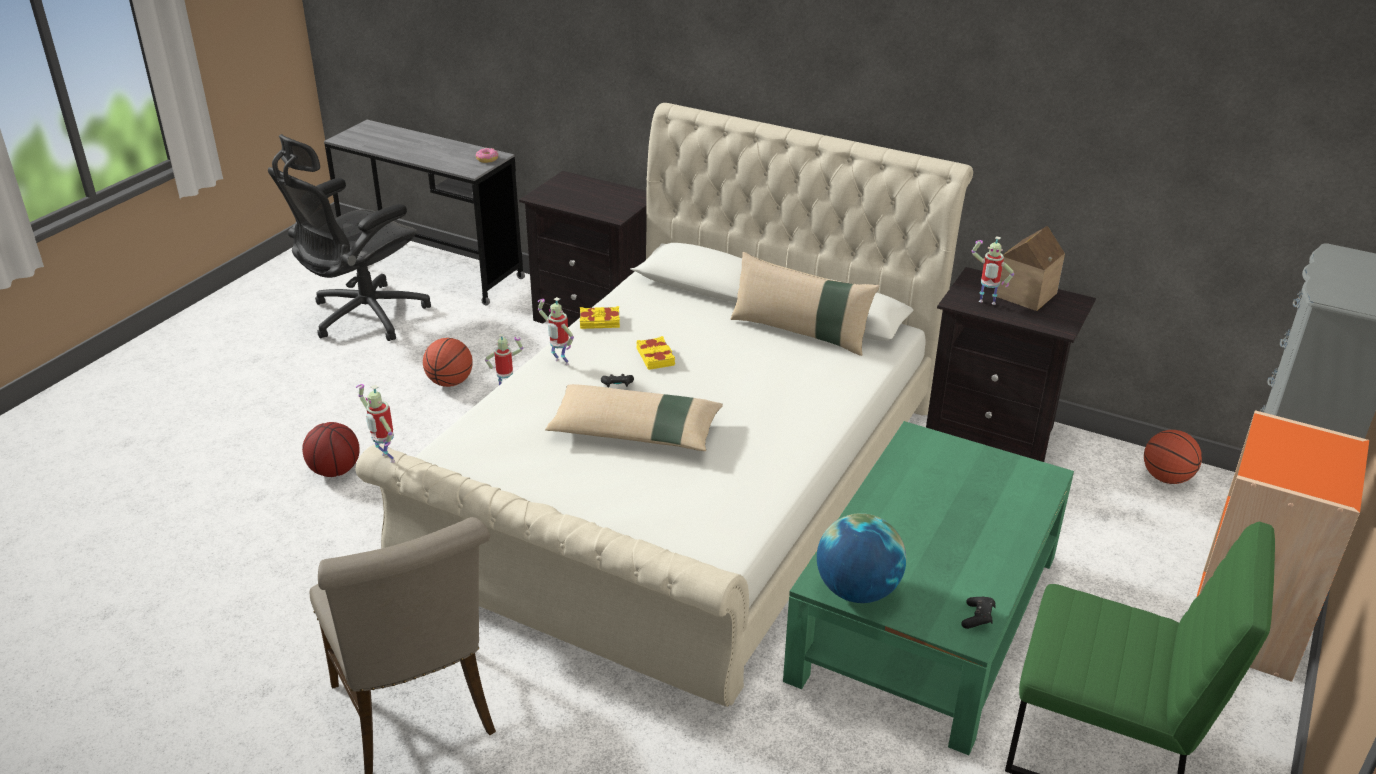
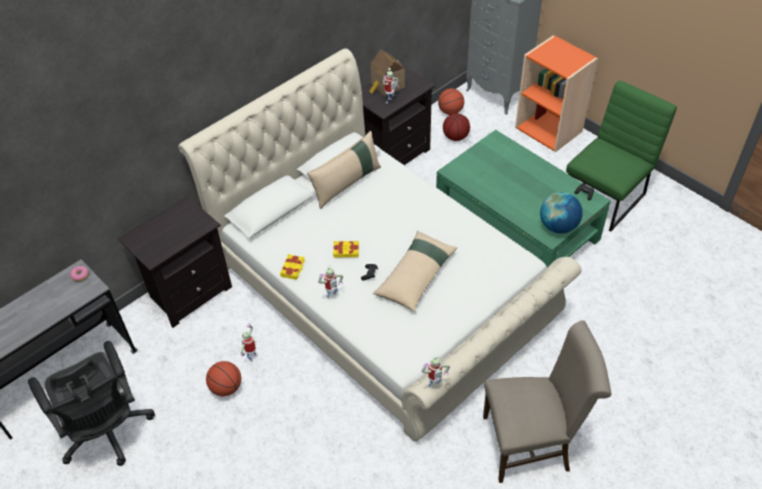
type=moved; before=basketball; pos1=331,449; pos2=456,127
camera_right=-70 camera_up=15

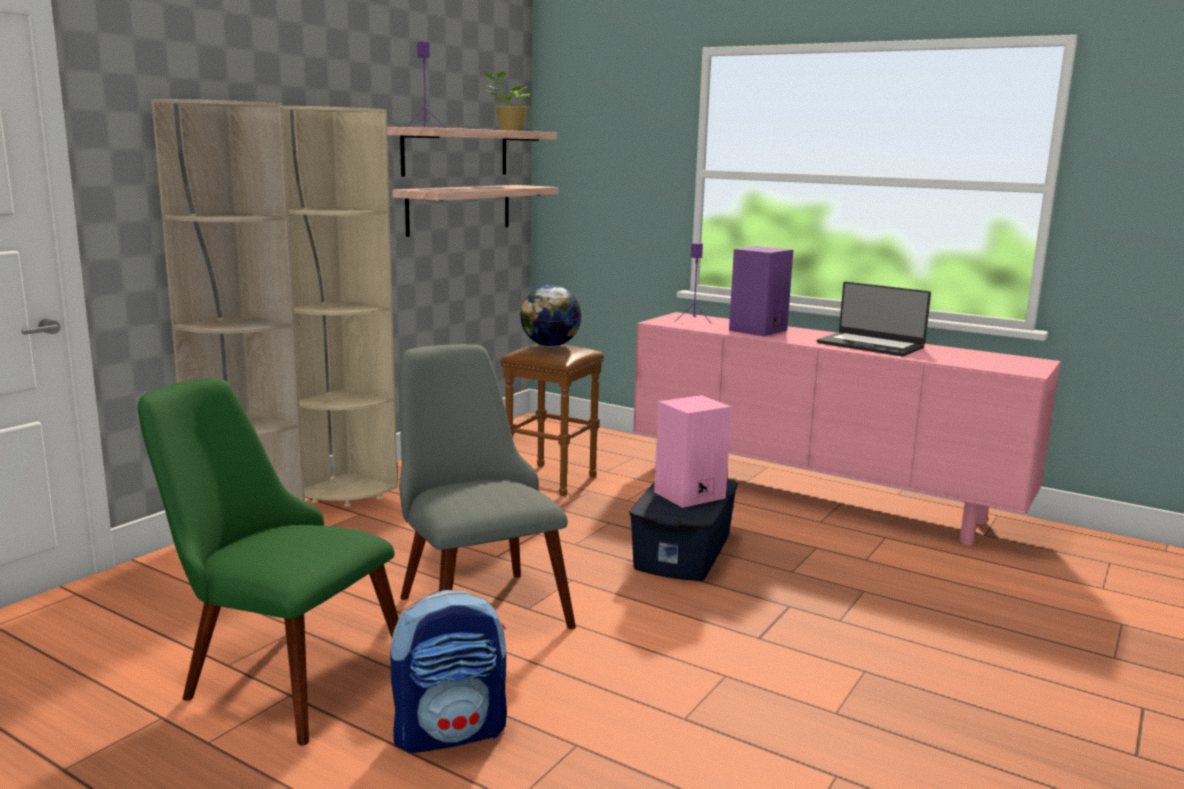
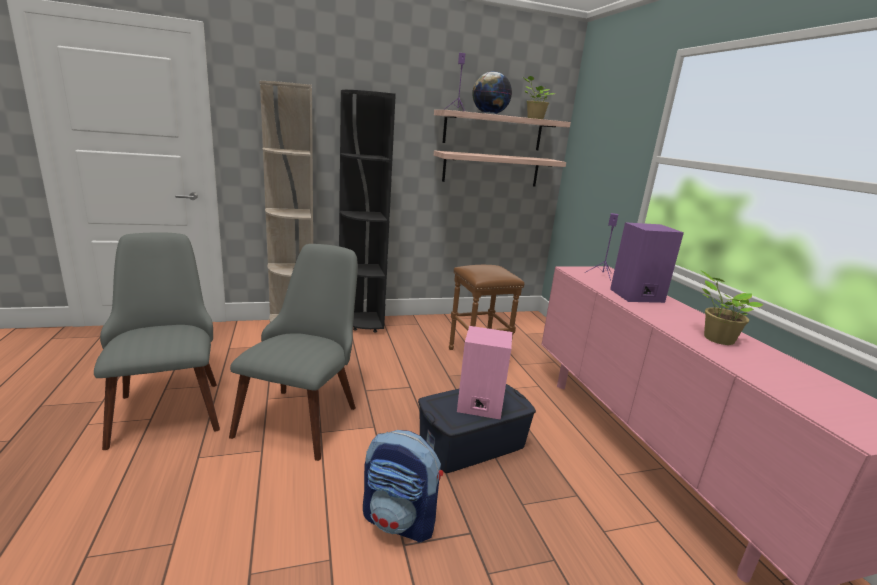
type=recoloured; before=bookcase in beige; after=bookcase in black; pos1=340,306; pos2=367,211
type=replaced; before=laptop; after=potted plant; pos1=874,319; pos2=732,307
type=moved; before=globe; pos1=551,316; pos2=492,93
type=recoloured; before=chair in green; after=chair in grey; pos1=268,562; pos2=157,341
type=moved; before=backpack; pos1=448,671; pos2=403,486
camera_right=40 camera_up=5

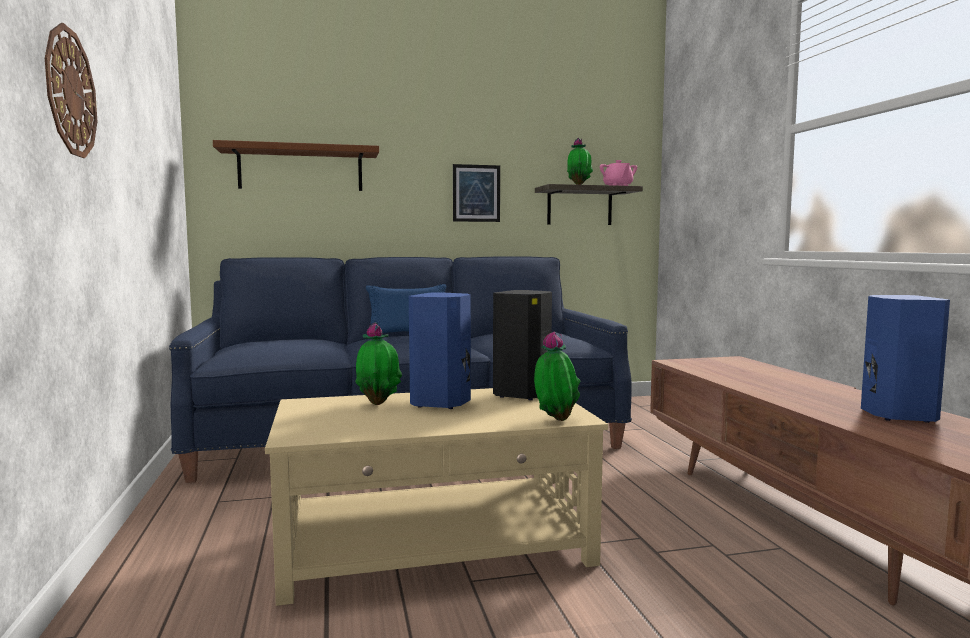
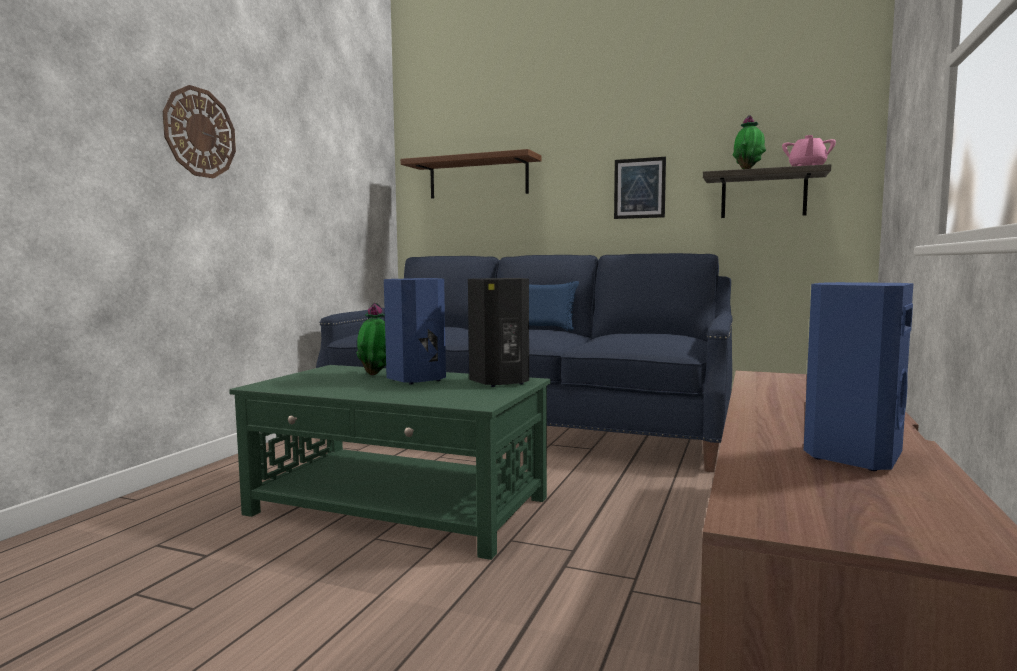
type=removed; before=potted plant; pos1=557,376
type=recoloured; before=coffee table in beige; after=coffee table in green; pos1=436,497; pos2=390,462
camera_right=35 camera_up=0

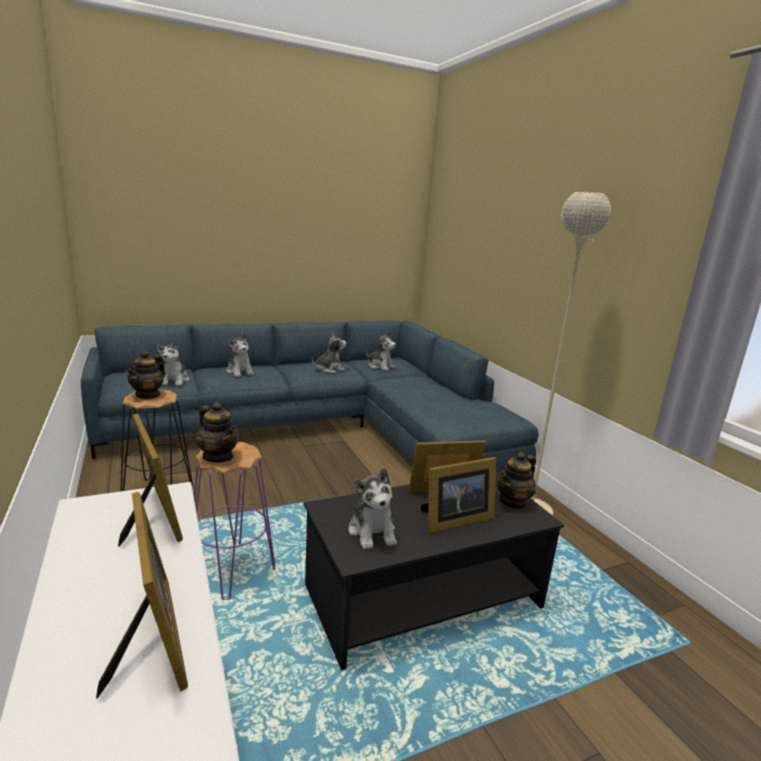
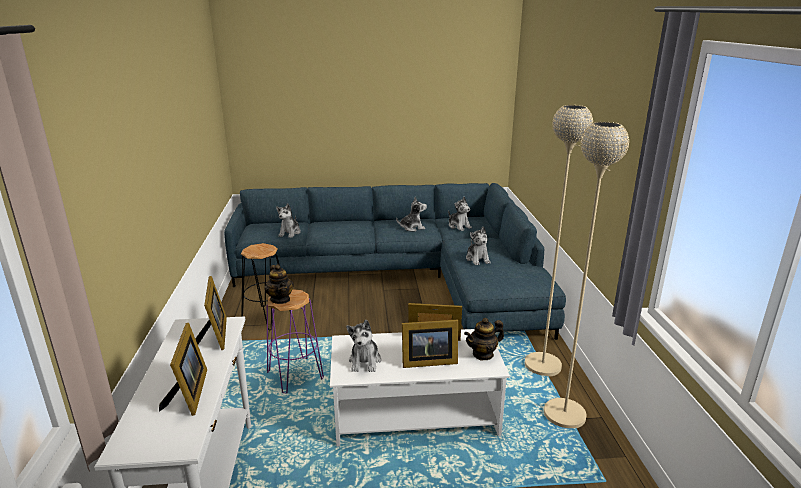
type=moved; before=plush toy; pos1=240,355; pos2=478,245
type=removed; before=teapot; pos1=145,375
type=recoloured; before=coffee table in black; after=coffee table in white; pos1=434,571; pos2=420,388
type=added; after=floor lamp in beige; pos2=586,274
camera_right=20 camera_up=5

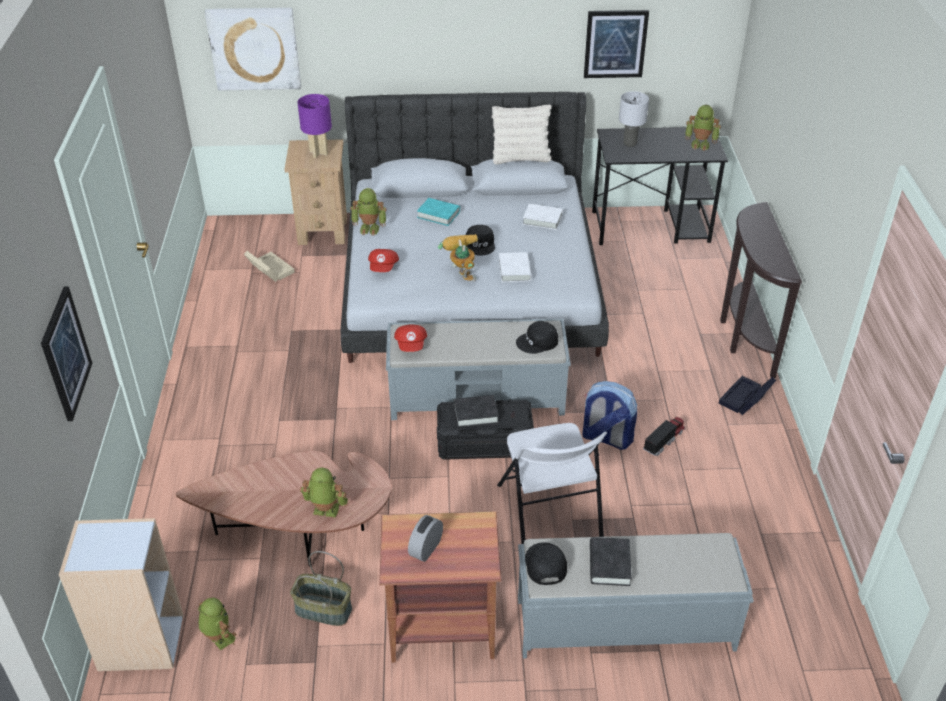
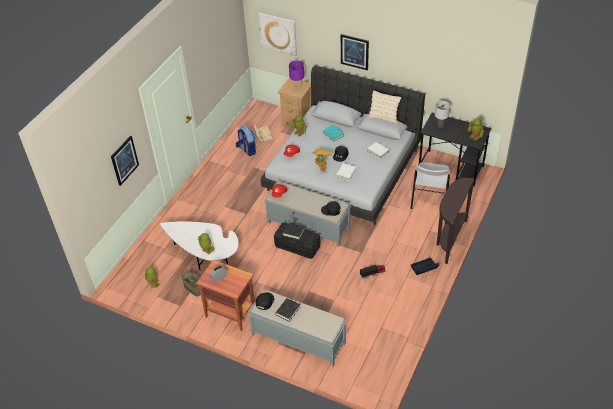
type=moved; before=picture; pos1=616,44; pos2=355,52
type=moved; before=backpack; pos1=609,415; pos2=246,141
type=moved; before=chair in white; pos1=552,483; pos2=430,185
type=recoloured; before=coffee table in brown; after=coffee table in white; pos1=283,509; pos2=199,245
type=removed; before=bookcase; pos1=121,594
camera_right=30 camera_up=5

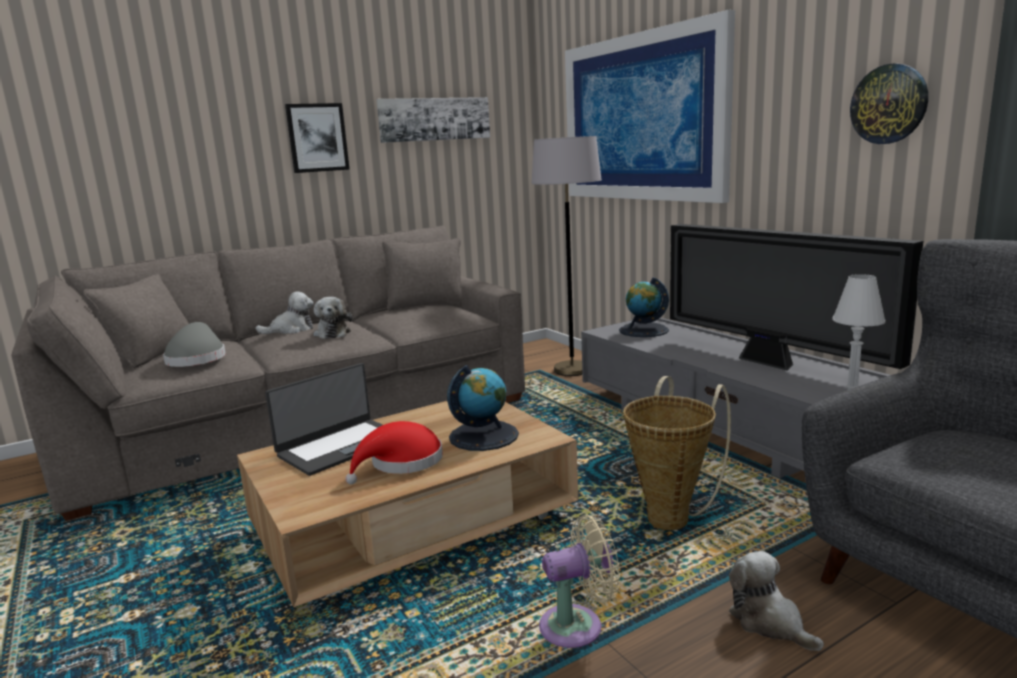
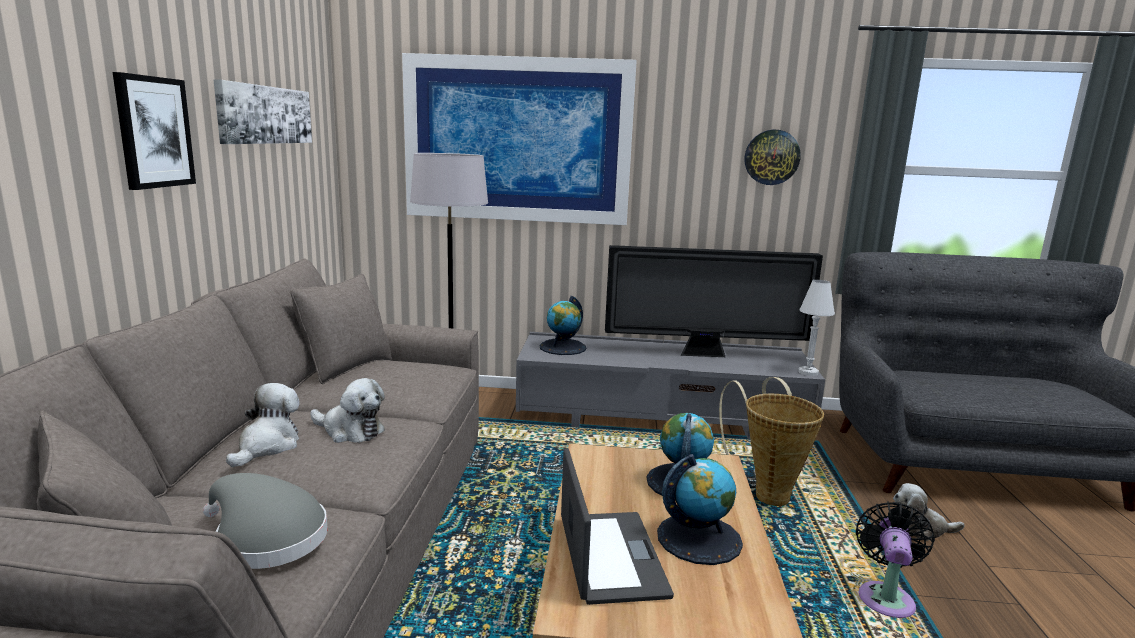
type=replaced; before=hat in red; after=globe; pos1=394,452; pos2=700,509
type=recoloured; before=fan in beige; after=fan in black; pos1=579,581; pos2=895,559
camera_right=-55 camera_up=0

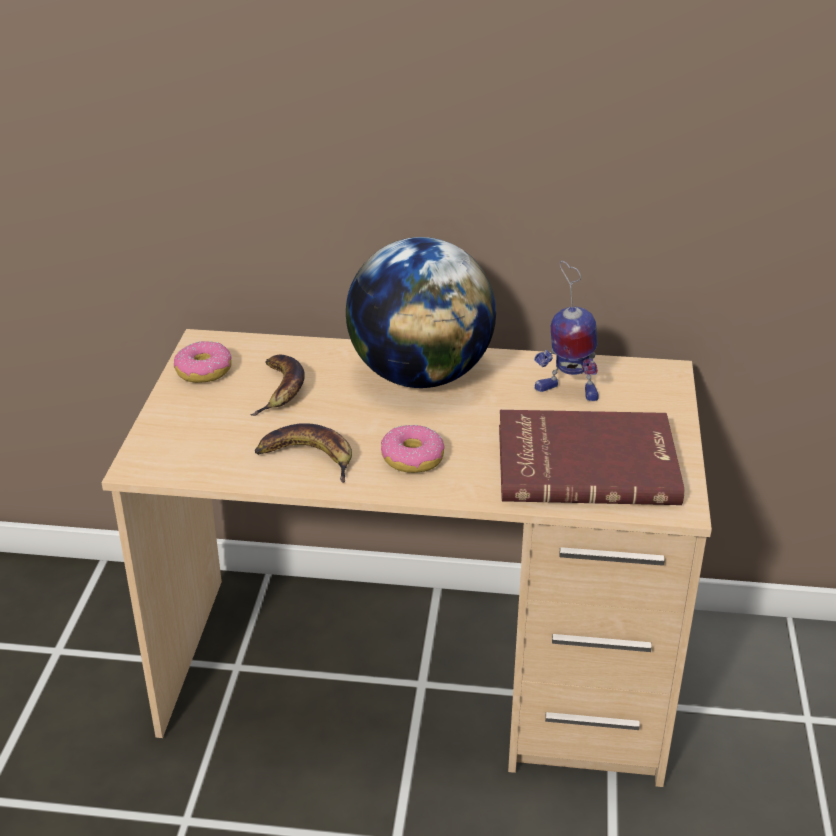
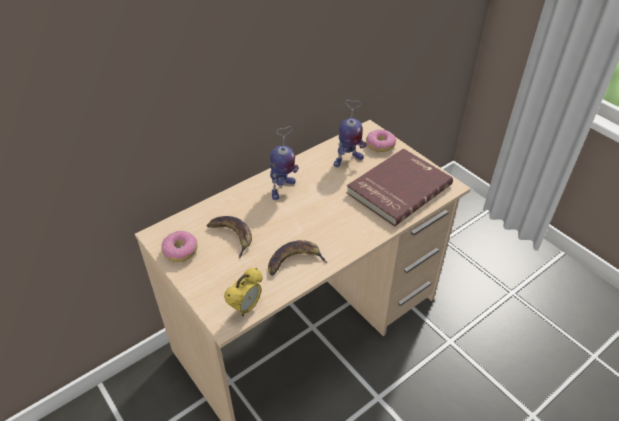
type=replaced; before=globe; after=toy robot; pos1=421,312; pos2=284,163
type=moved; before=donut; pos1=412,449; pos2=381,141
type=added; after=alarm clock; pos2=243,292
camera_right=-45 camera_up=10

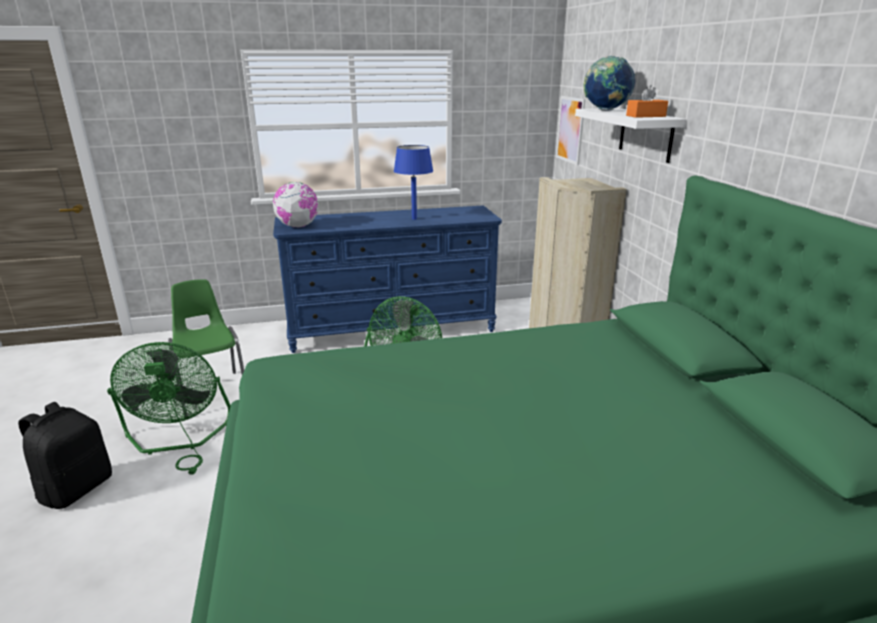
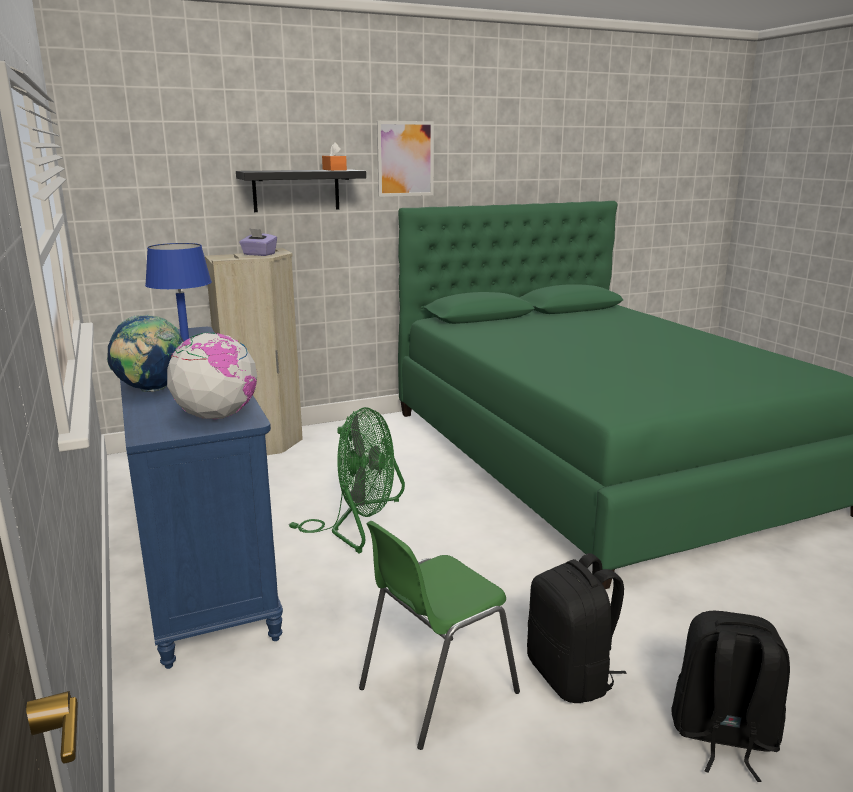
type=moved; before=globe; pos1=609,83; pos2=145,353
type=moved; before=picture; pos1=570,130; pos2=405,159
type=recoloured; before=shelf in white; after=shelf in black; pos1=631,135; pos2=301,191
type=replaced; before=fan in green; after=backpack in black; pos1=169,408; pos2=576,628
type=added; after=tissue box in purple; pos2=258,242
camera_right=-100 camera_up=-5

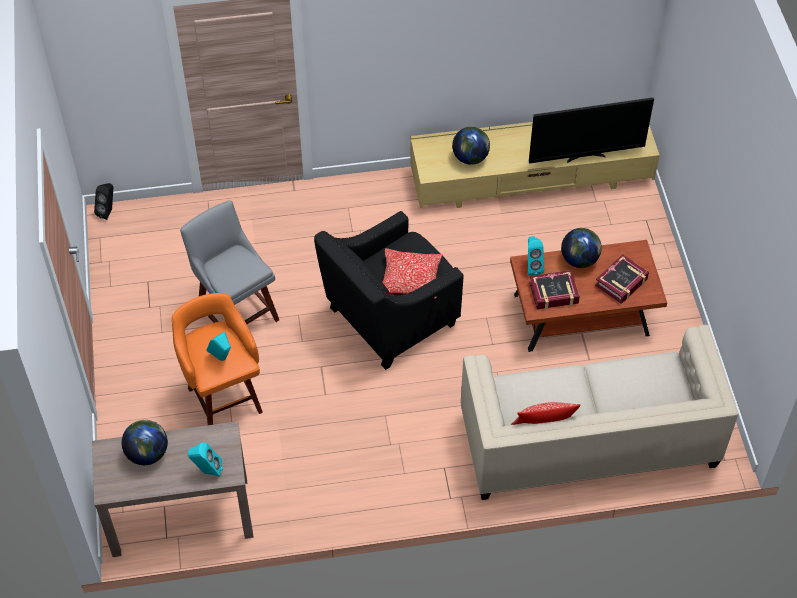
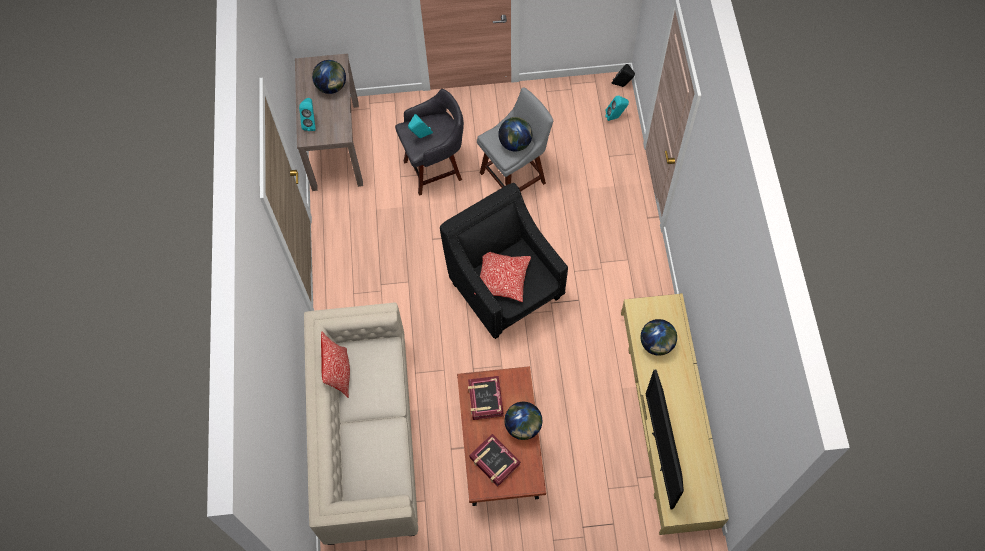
type=moved; before=speaker in turquoise; pos1=536,256; pos2=617,108
type=recoloured; before=stool in orange; after=stool in grey; pos1=217,359; pos2=429,142
type=added; after=globe; pos2=515,134
camera_right=95 camera_up=10

